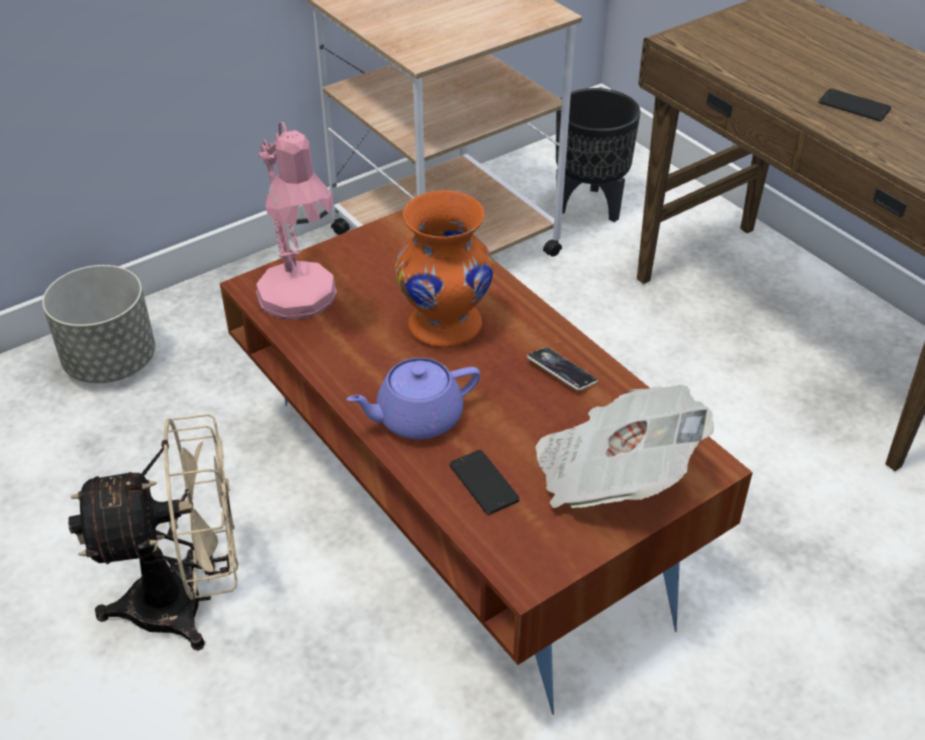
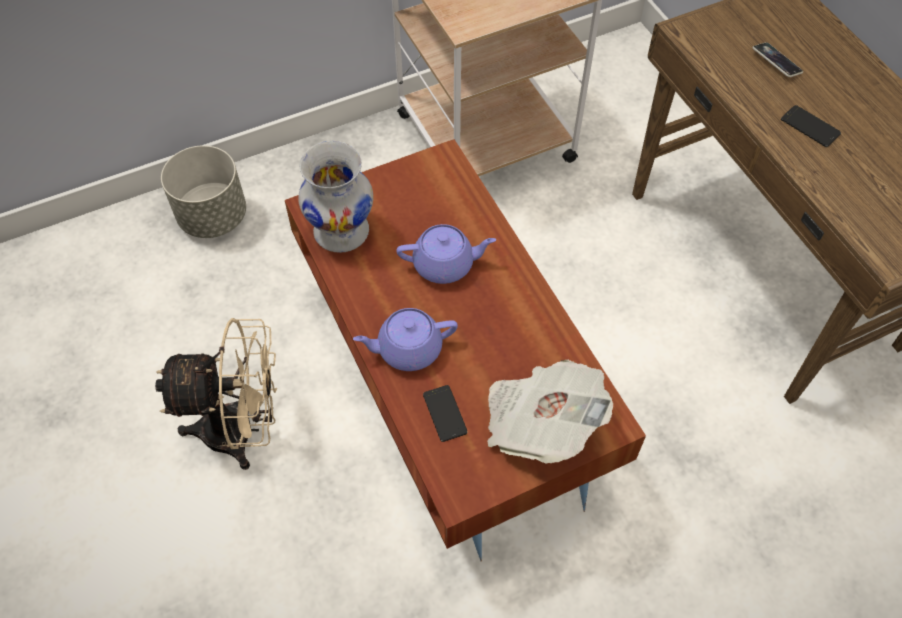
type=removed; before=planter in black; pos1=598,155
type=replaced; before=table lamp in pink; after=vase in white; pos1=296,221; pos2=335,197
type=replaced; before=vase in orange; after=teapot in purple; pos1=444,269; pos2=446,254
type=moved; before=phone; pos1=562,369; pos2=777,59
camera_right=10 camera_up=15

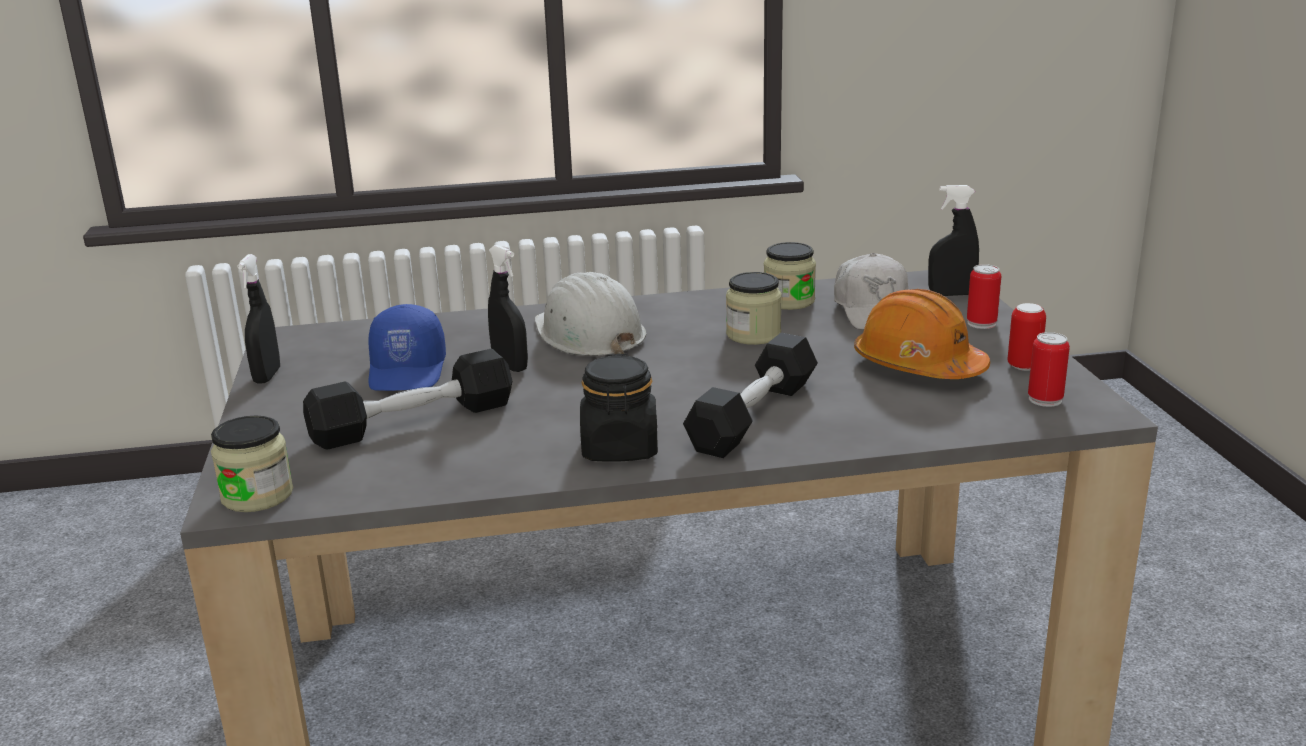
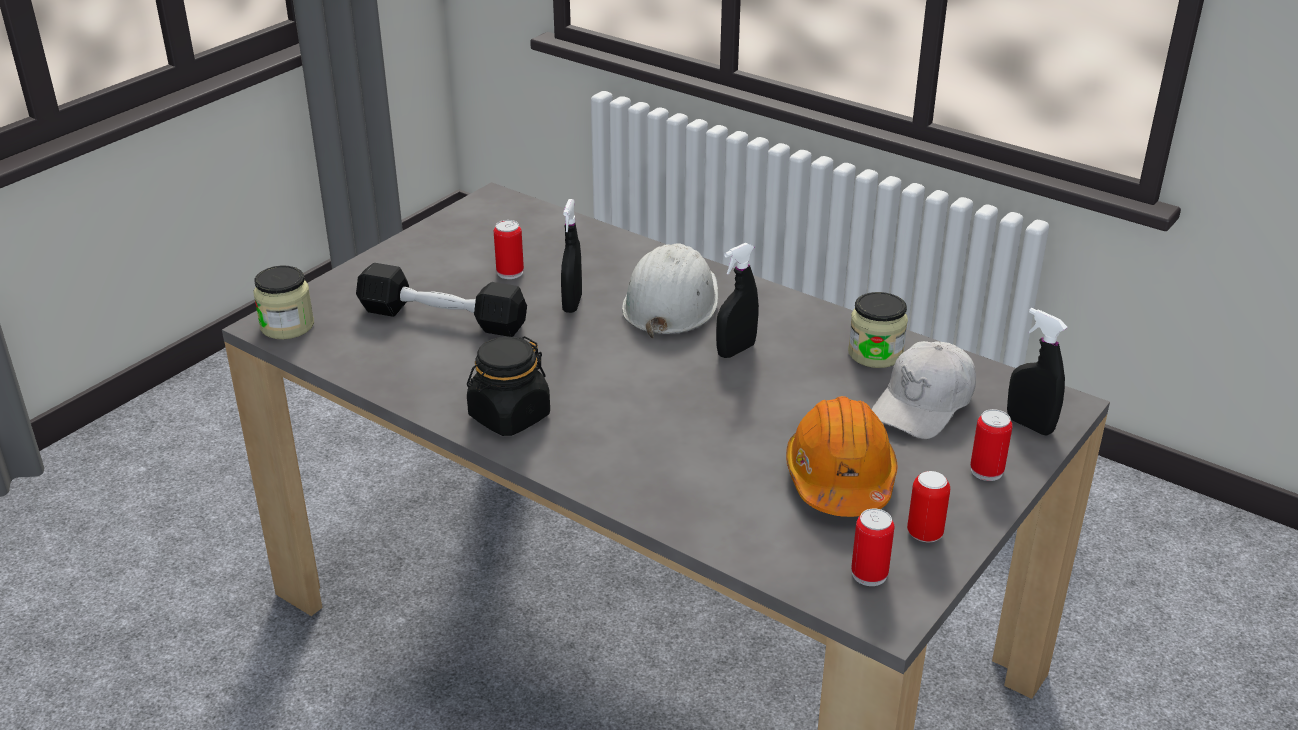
type=moved; before=spray bottle in black; pos1=258,319; pos2=737,300
type=removed; before=jar; pos1=754,308
type=replaced; before=cap in blue; after=can; pos1=407,347; pos2=509,249
type=removed; before=dumbbell in black; pos1=750,395
camera_right=45 camera_up=10

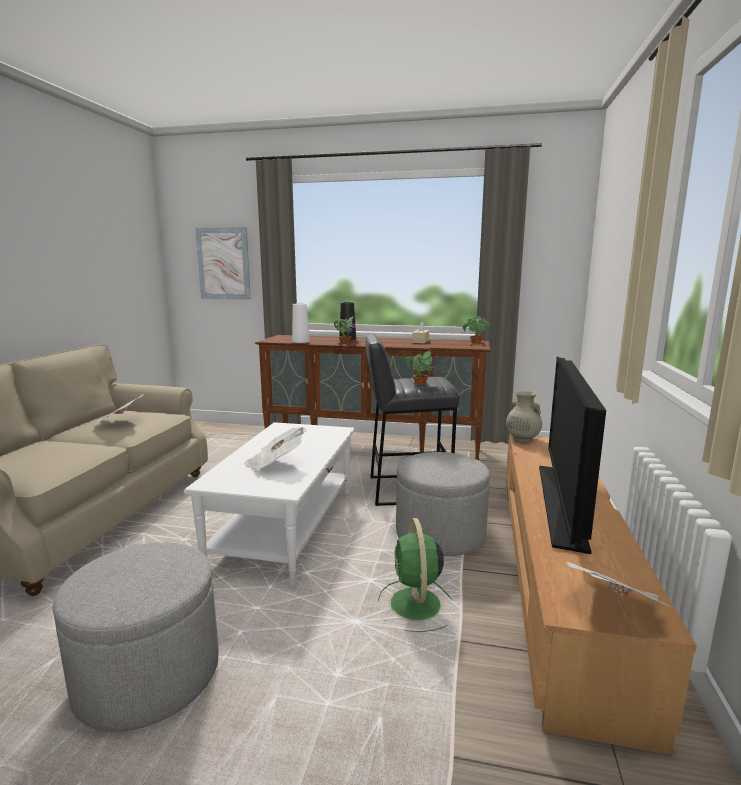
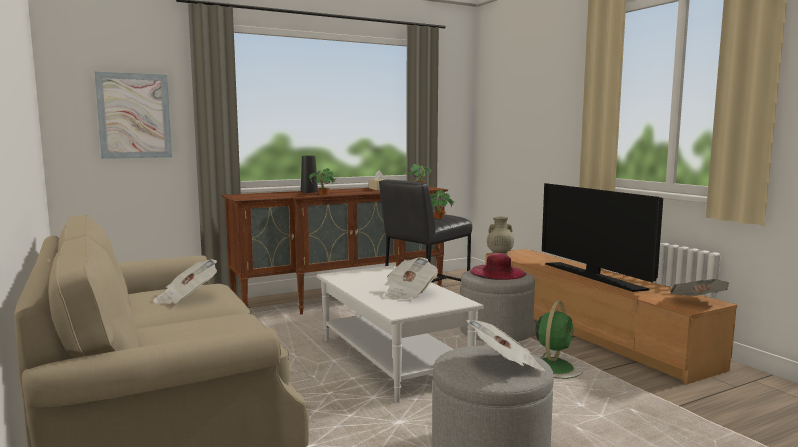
type=removed; before=vase in white; pos1=301,323
type=turned; before=fan in green; pos1=415,575; pos2=559,340; turn=-105
type=added; after=hat in pink; pos2=498,266
type=added; after=newspaper; pos2=506,345
camera_right=-40 camera_up=-5

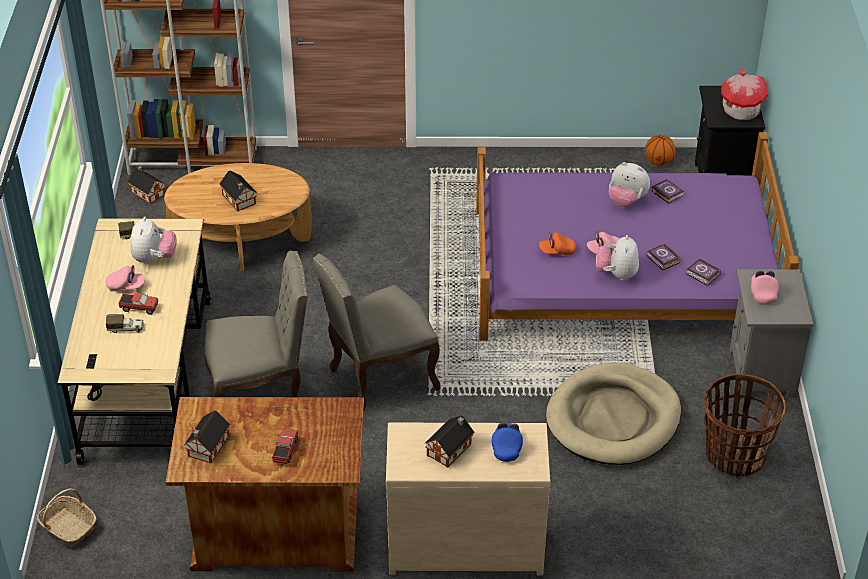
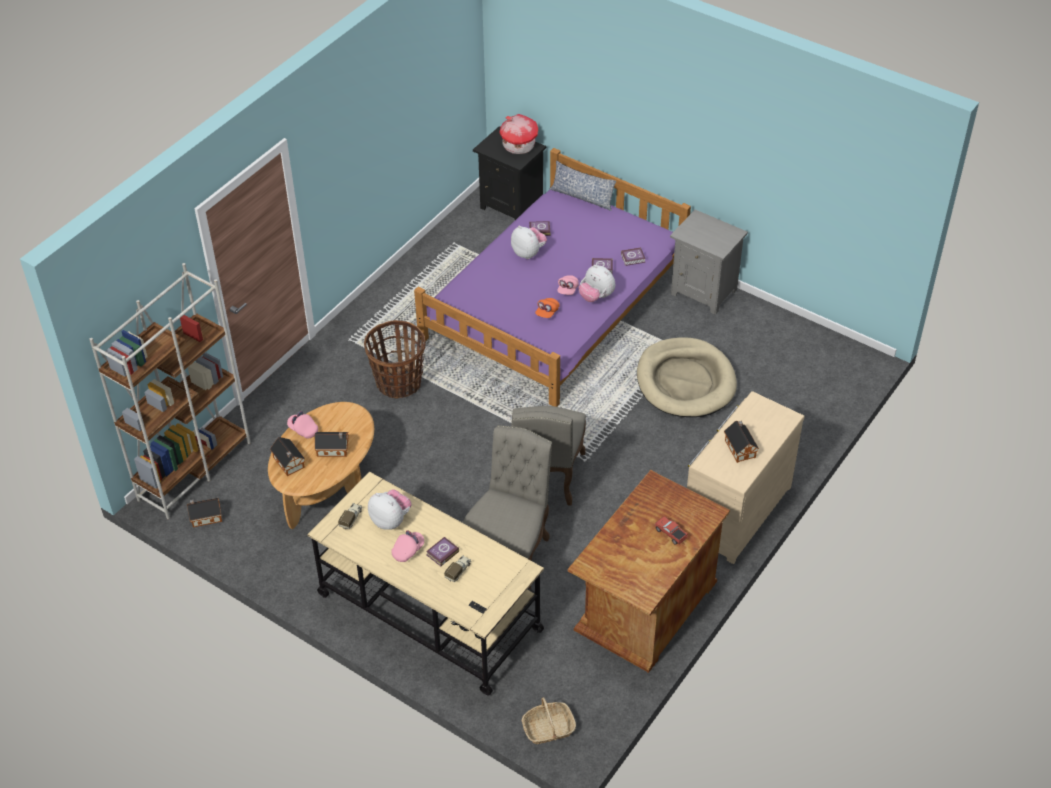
type=removed; before=basketball; pos1=660,150
type=turned; before=plush toy; pos1=629,184; pos2=529,242; turn=-105
type=moved; before=cap in pink; pos1=765,288; pos2=302,425
type=replaced; before=toy truck; after=book; pos1=138,303; pos2=442,551
type=moved; before=basket; pos1=745,425; pos2=395,359
type=moved; before=toy house; pos1=207,437; pos2=287,456
type=removed; before=cap in blue; pos1=507,442
type=added; after=pillow; pos2=583,186
camera_right=-55 camera_up=5

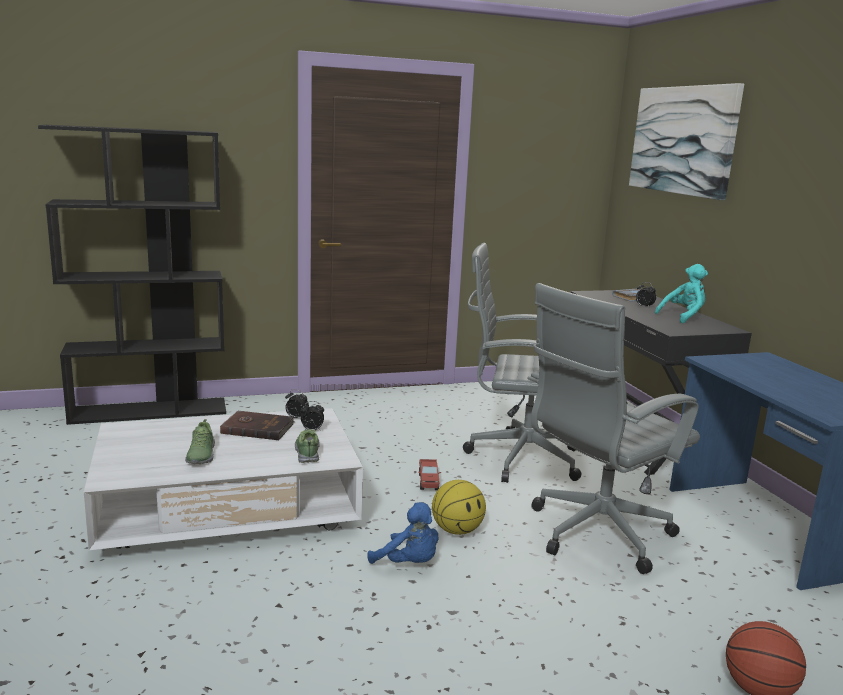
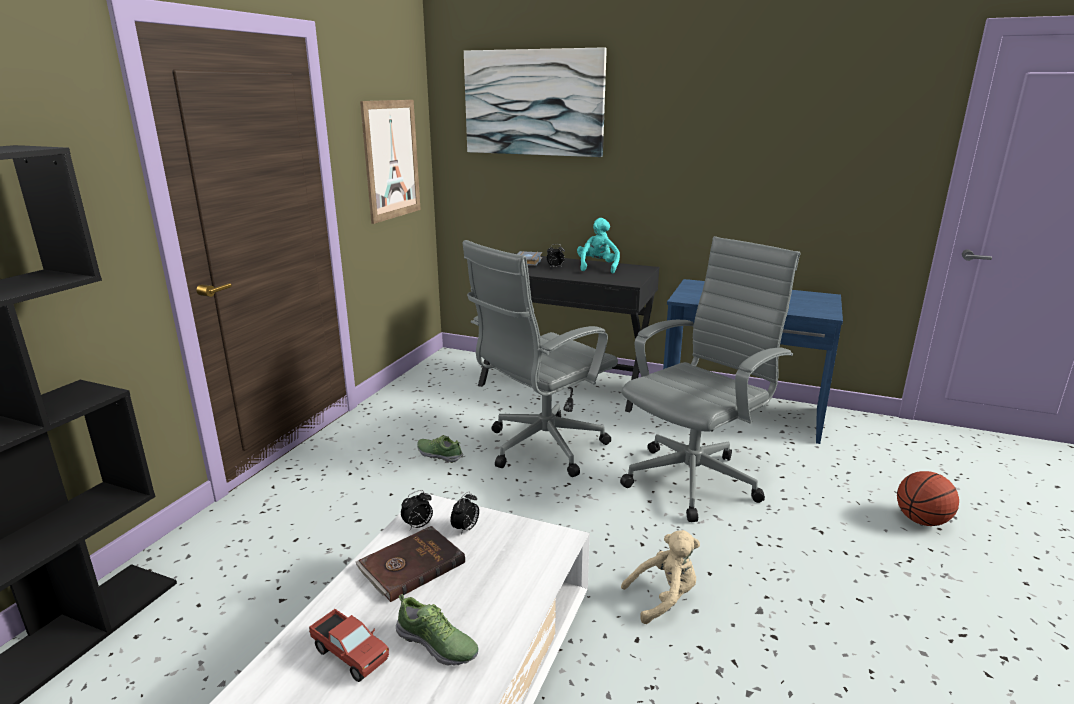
type=turned; before=office chair in grey; pos1=613,428; pos2=710,379; turn=-135
type=moved; before=shoe; pos1=307,446; pos2=440,449
type=moved; before=toy truck; pos1=429,474; pos2=349,645
type=removed; before=basketball; pos1=459,507
type=recoloured; before=plush toy in blue; after=plush toy in beige; pos1=403,533; pos2=660,577
type=added; after=picture; pos2=390,162
camera_right=-50 camera_up=5

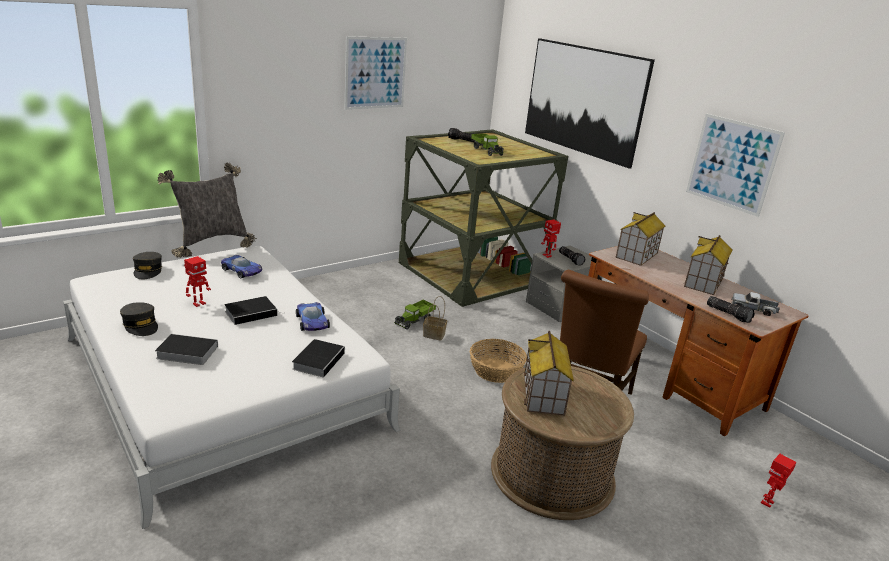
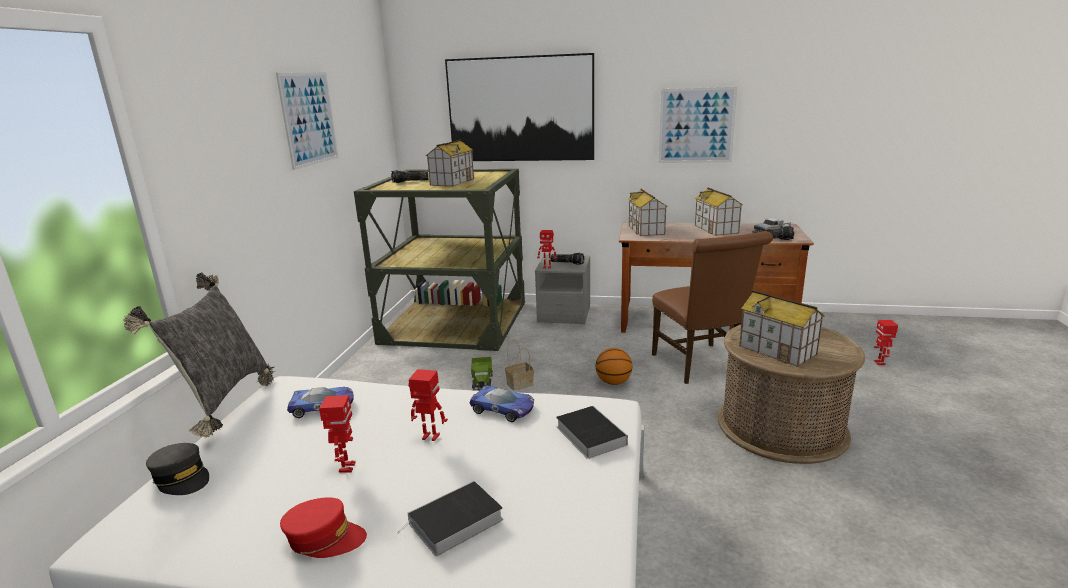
type=replaced; before=toy truck; after=toy house; pos1=487,145; pos2=450,163
type=replaced; before=book; after=toy robot; pos1=254,310; pos2=428,405
type=recoloured; before=cap in grey; after=cap in red; pos1=139,319; pos2=323,527
type=replaced; before=basket; after=basketball; pos1=498,361; pos2=614,366
camera_right=-40 camera_up=-5

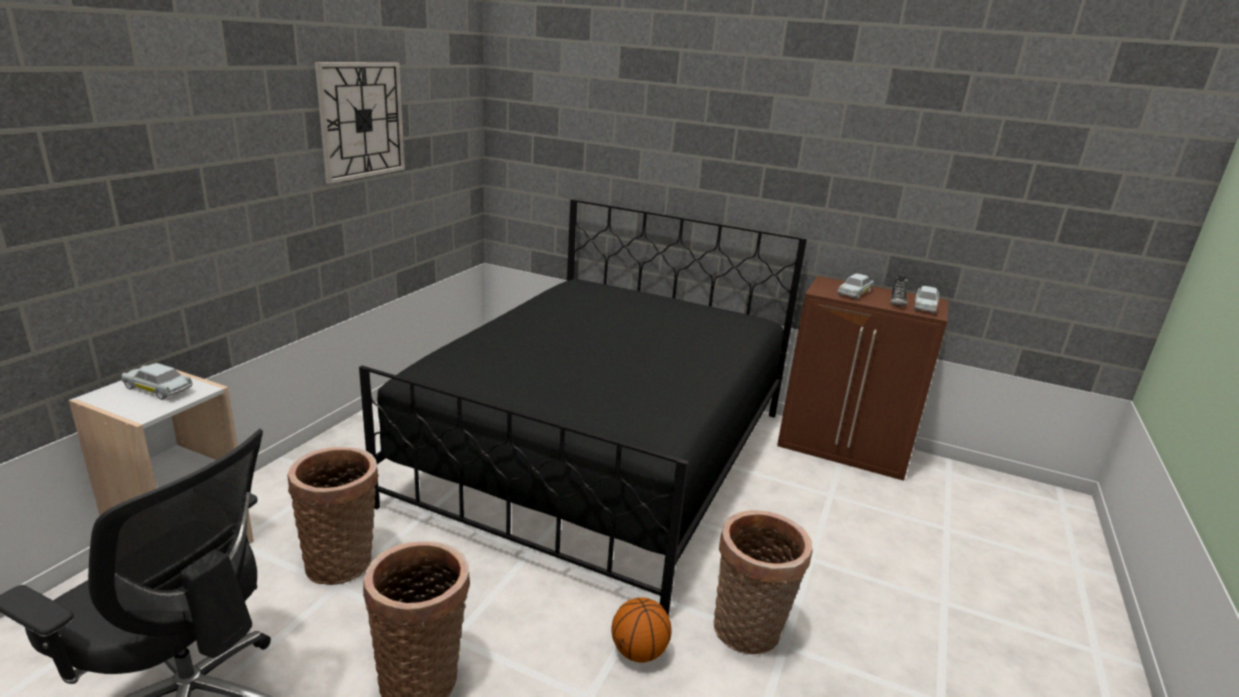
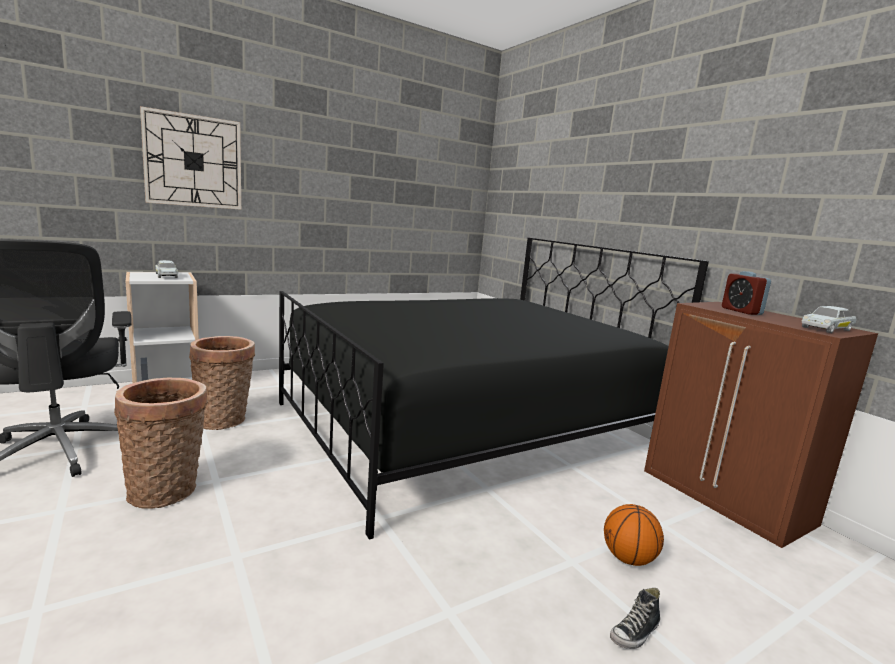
type=moved; before=wall clock; pos1=360,123; pos2=190,158
type=replaced; before=toy car in white; after=alarm clock; pos1=856,286; pos2=746,293
type=moved; before=shoe; pos1=899,290; pos2=635,618
type=removed; before=basket; pos1=763,582
type=moved; before=basketball; pos1=642,630; pos2=634,535
camera_right=35 camera_up=-10

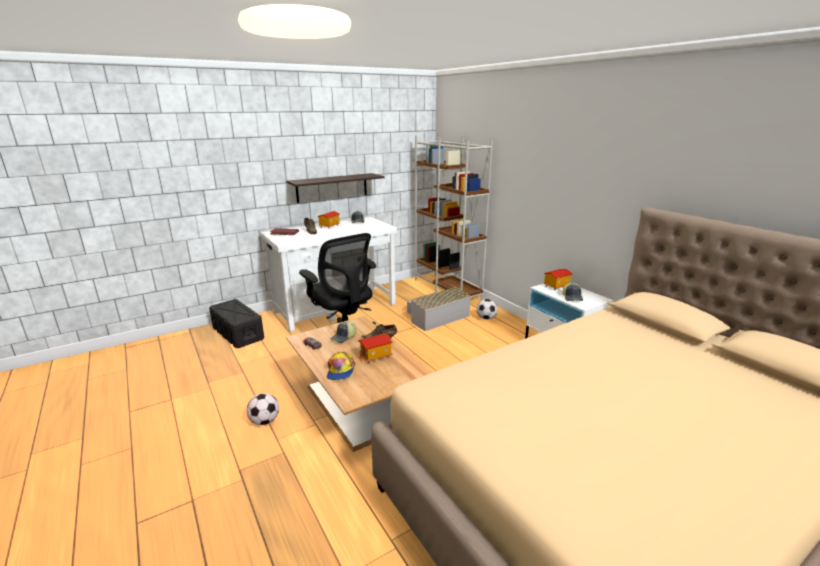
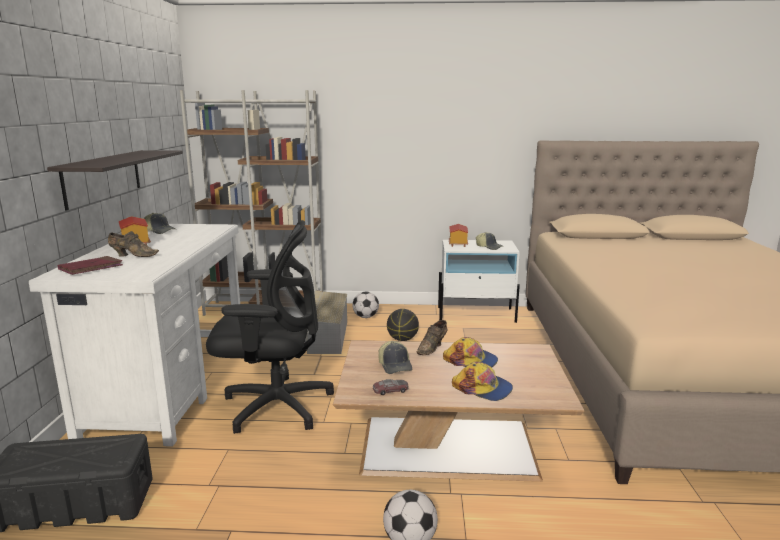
type=replaced; before=toy house; after=cap; pos1=375,348; pos2=470,352
type=added; after=basketball; pos2=403,325
camera_right=-55 camera_up=-5

